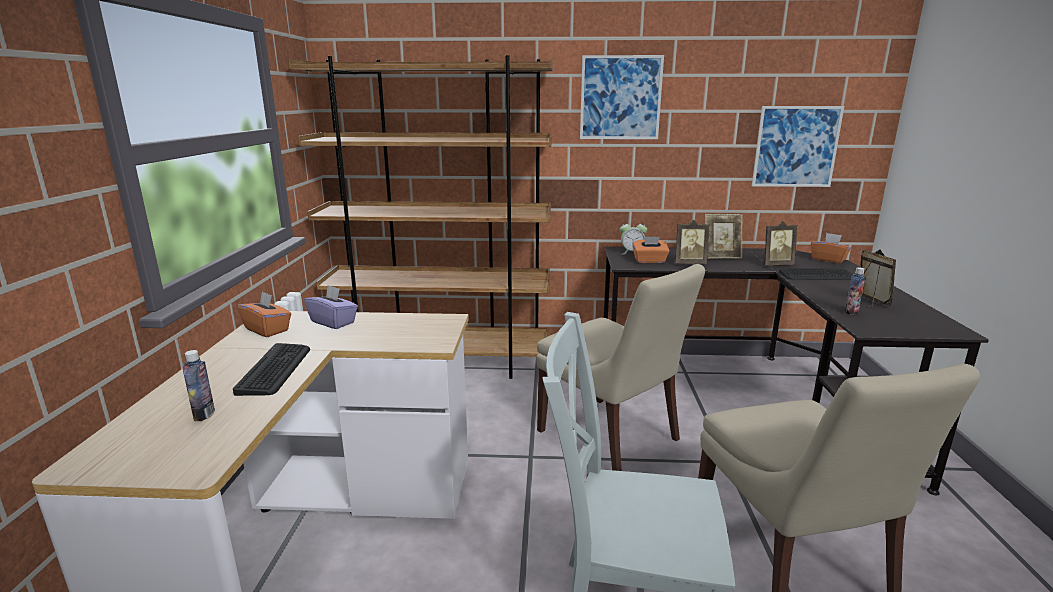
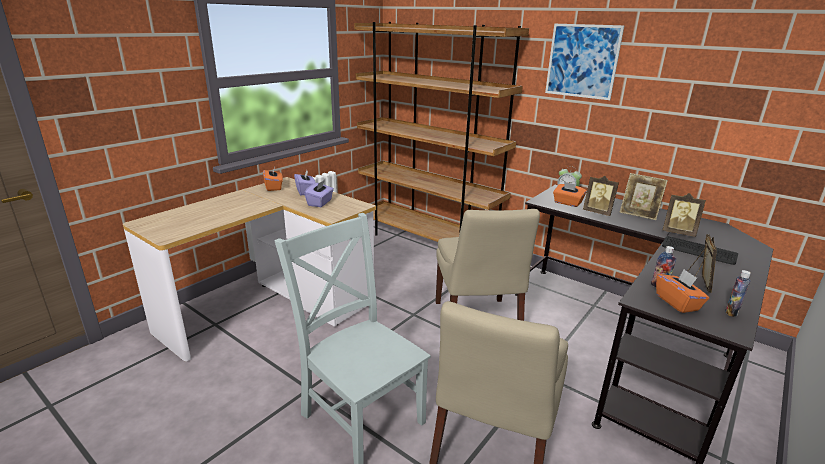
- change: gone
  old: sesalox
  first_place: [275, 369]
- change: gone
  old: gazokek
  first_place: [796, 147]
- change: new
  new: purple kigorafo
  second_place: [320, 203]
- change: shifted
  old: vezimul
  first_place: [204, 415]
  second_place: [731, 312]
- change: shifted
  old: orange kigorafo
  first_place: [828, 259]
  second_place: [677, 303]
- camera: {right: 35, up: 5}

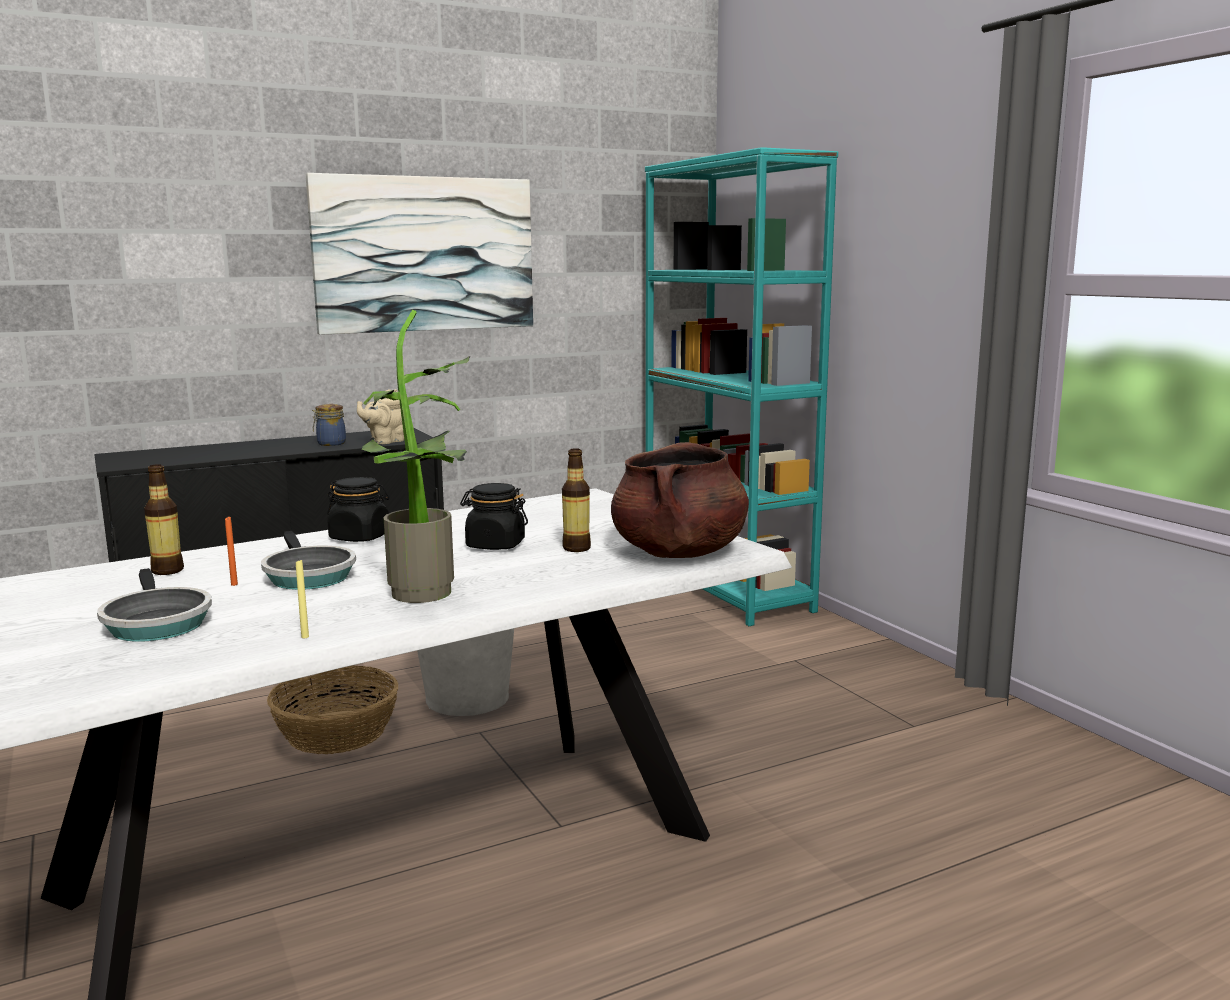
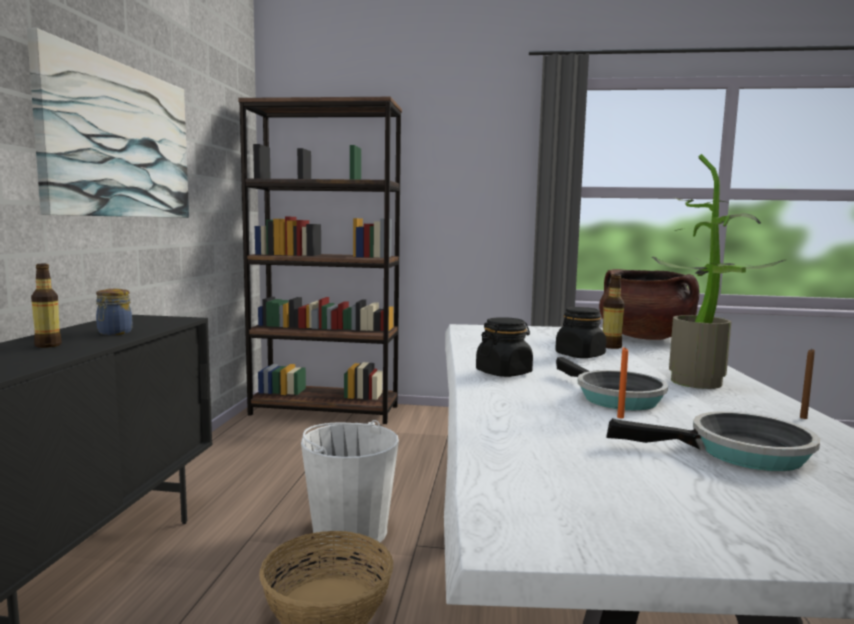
- change: gone
  old: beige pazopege
  first_place: [385, 441]
- change: shifted
  old: vezimul
  first_place: [167, 571]
  second_place: [48, 345]
- change: repainted
  old: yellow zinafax
  new: brown zinafax
  first_place: [305, 637]
  second_place: [803, 418]
- change: repainted
  old: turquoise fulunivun
  new: brown fulunivun
  first_place: [726, 590]
  second_place: [325, 410]
- change: rotated
  old: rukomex
  first_place: [307, 575]
  second_place: [613, 397]
  degrees: 60
- camera: {right: -55, up: -5}

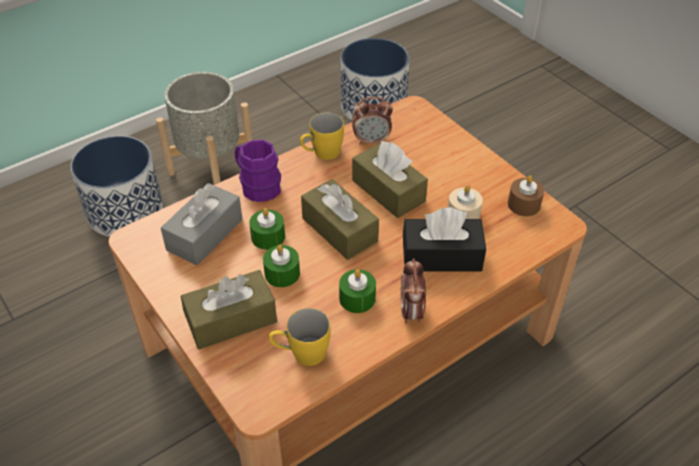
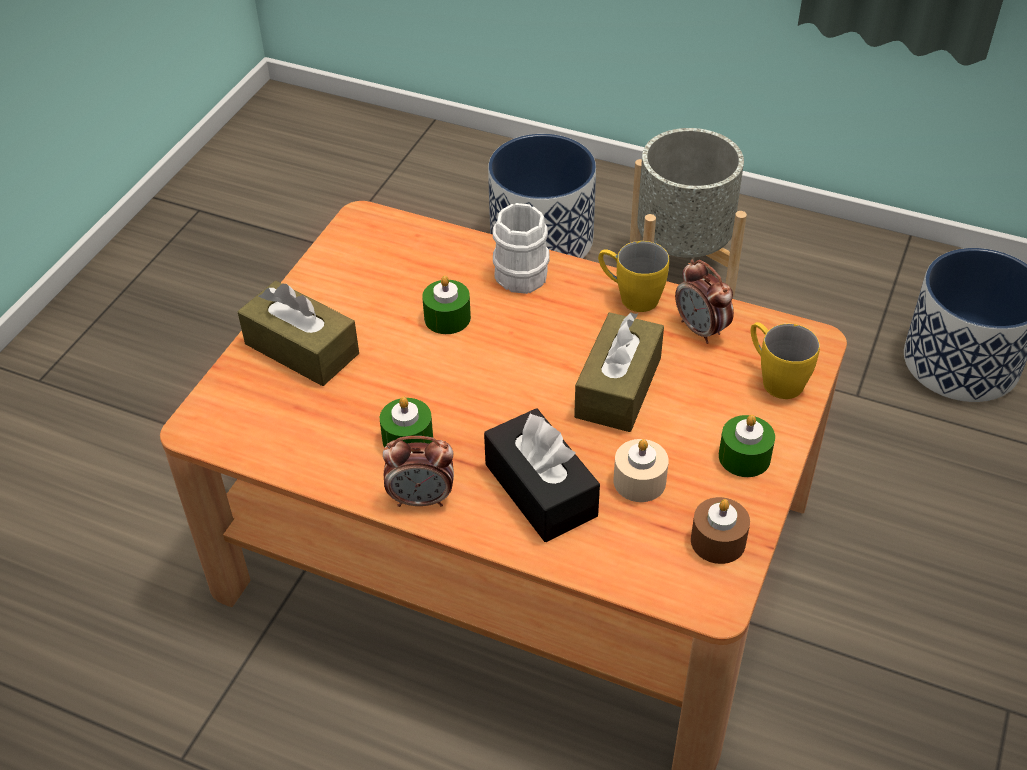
- change: gone
  old: grey kigorafo
  first_place: [205, 234]
- change: gone
  old: brown kigorafo
  first_place: [339, 230]
- change: shifted
  old: green zinafax
  first_place: [282, 273]
  second_place: [744, 457]
- change: shifted
  old: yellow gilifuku
  first_place: [301, 354]
  second_place: [774, 378]
- change: repainted
  old: purple gilifuku
  new: white gilifuku
  first_place: [257, 186]
  second_place: [522, 269]
- change: rotated
  old: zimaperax
  first_place: [411, 312]
  second_place: [421, 499]
  degrees: -150
- camera: {right: 60, up: 0}

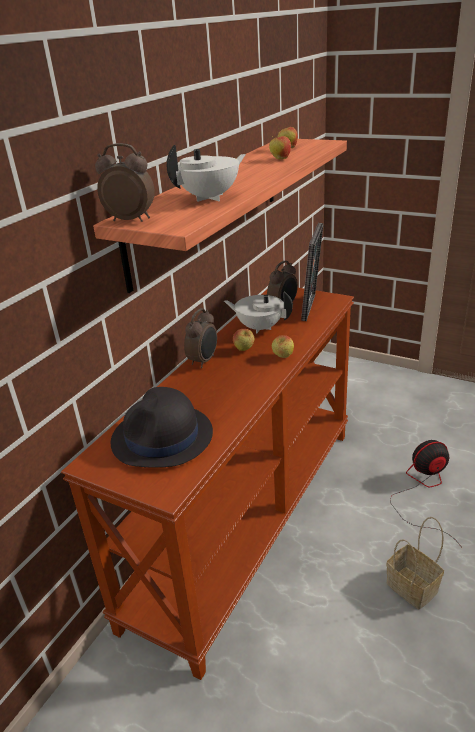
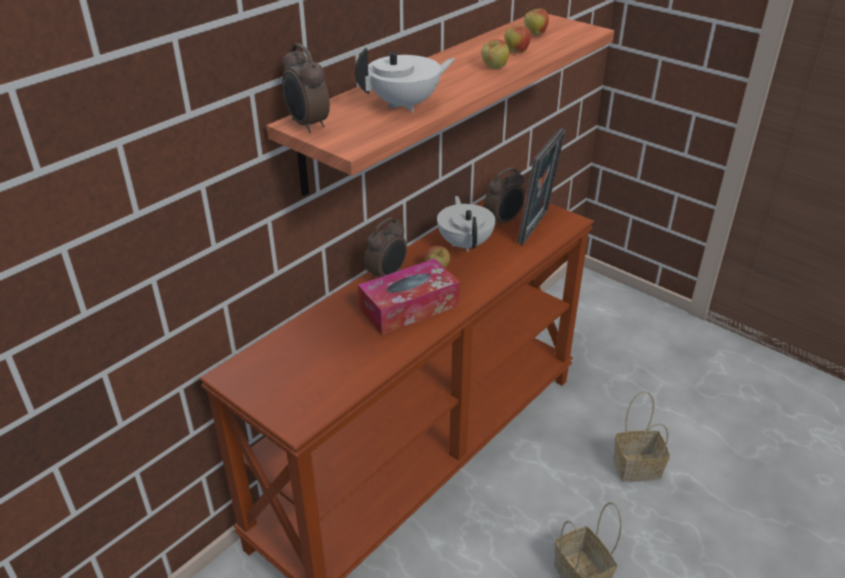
- change: gone
  old: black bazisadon
  first_place: [162, 438]
- change: new
  new: kigorafo
  second_place: [409, 307]
- change: shifted
  old: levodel
  first_place: [283, 357]
  second_place: [494, 68]
- change: swapped
  old: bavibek
  new: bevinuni
  first_place: [424, 490]
  second_place: [638, 466]
- change: rotated
  old: zimaperax
  first_place: [131, 220]
  second_place: [307, 125]
  degrees: -150
- change: rotated
  old: white pazopege
  first_place: [259, 327]
  second_place: [465, 243]
  degrees: 45
- camera: {right: 10, up: 5}

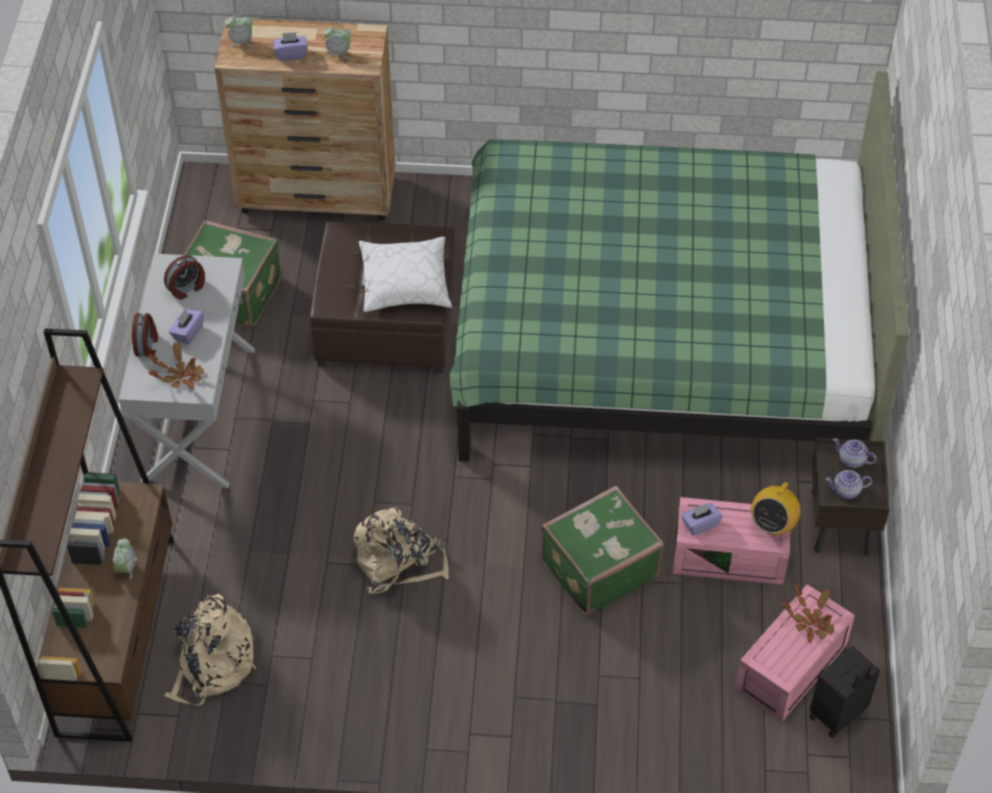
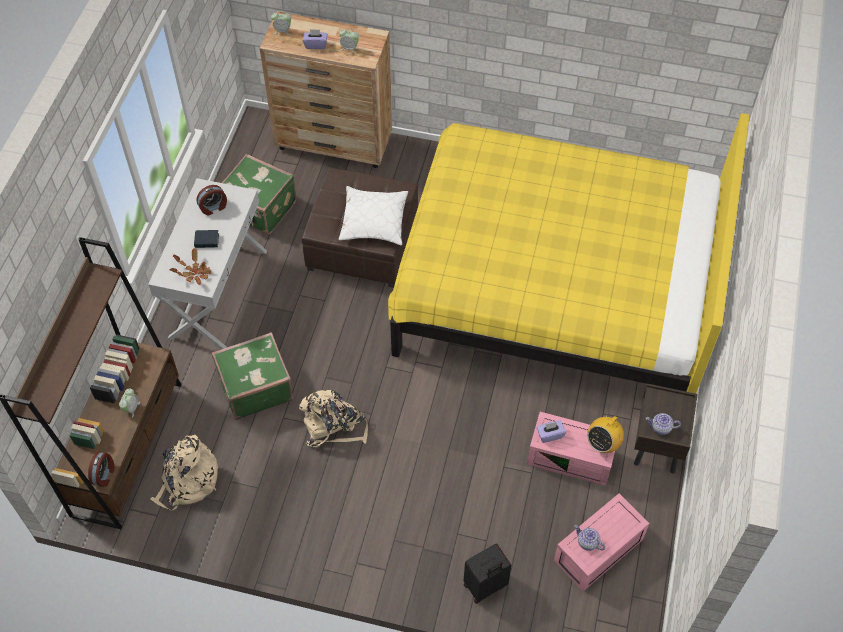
- change: gone
  old: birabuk
  first_place: [810, 622]
- change: shifted
  old: zimaperax
  first_place: [147, 346]
  second_place: [104, 475]
- change: shifted
  old: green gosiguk
  first_place: [597, 568]
  second_place: [254, 387]
- change: shifted
  old: black gosiguk
  first_place: [838, 715]
  second_place: [485, 586]
- change: shifted
  old: pazopege
  first_place: [851, 460]
  second_place: [587, 542]
- change: swapped
  old: purple kigorafo
  new: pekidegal
  first_place: [188, 332]
  second_place: [207, 241]
- change: repainted
  old: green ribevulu
  new: yellow ribevulu
  first_place: [663, 337]
  second_place: [557, 283]
- camera: {right: 10, up: 5}

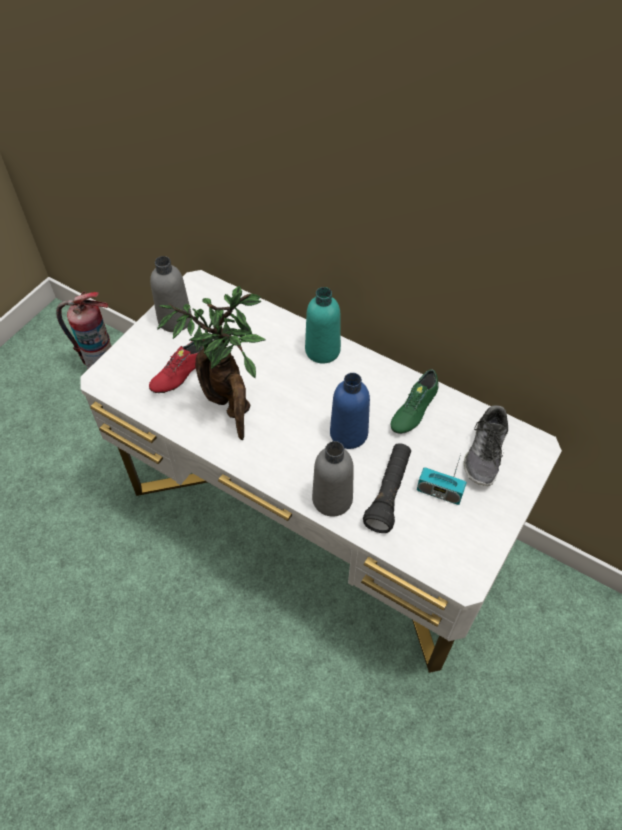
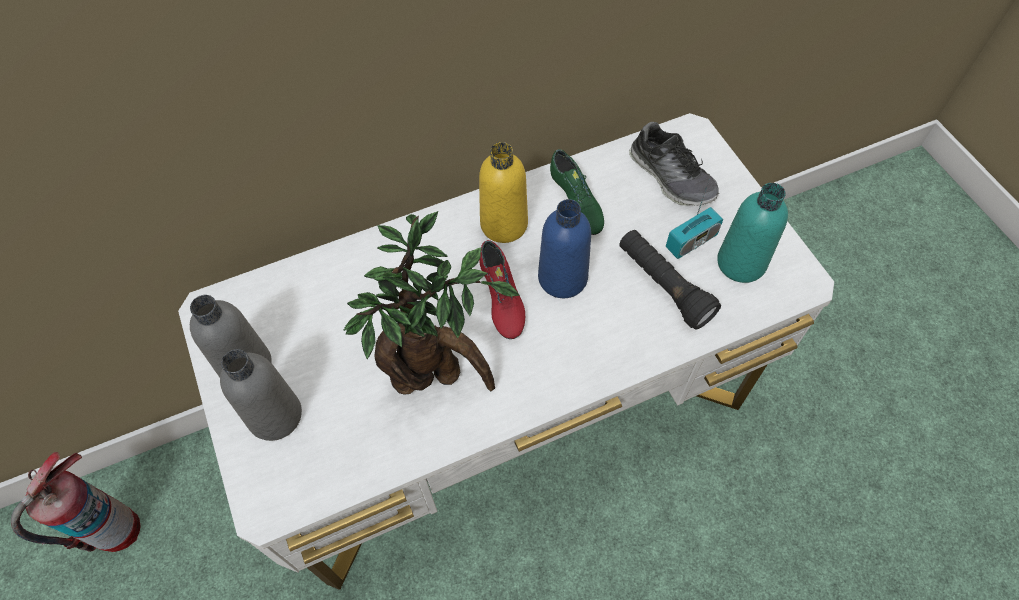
- change: new
  new: yellow vezimul
  second_place: [504, 224]
- change: shifted
  old: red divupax
  first_place: [181, 373]
  second_place: [501, 298]
- change: shifted
  old: turquoise vezimul
  first_place: [322, 350]
  second_place: [741, 263]
- change: shifted
  old: grey vezimul
  first_place: [332, 499]
  second_place: [275, 415]
- camera: {right: -55, up: 5}

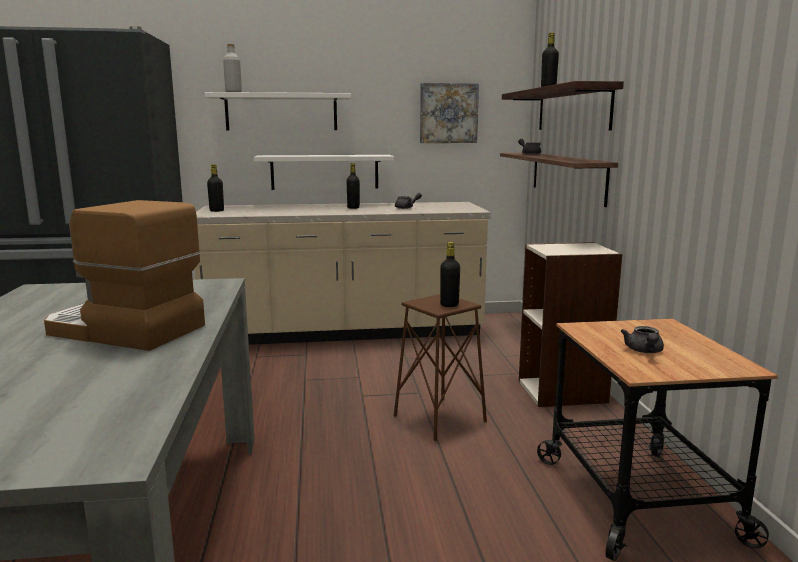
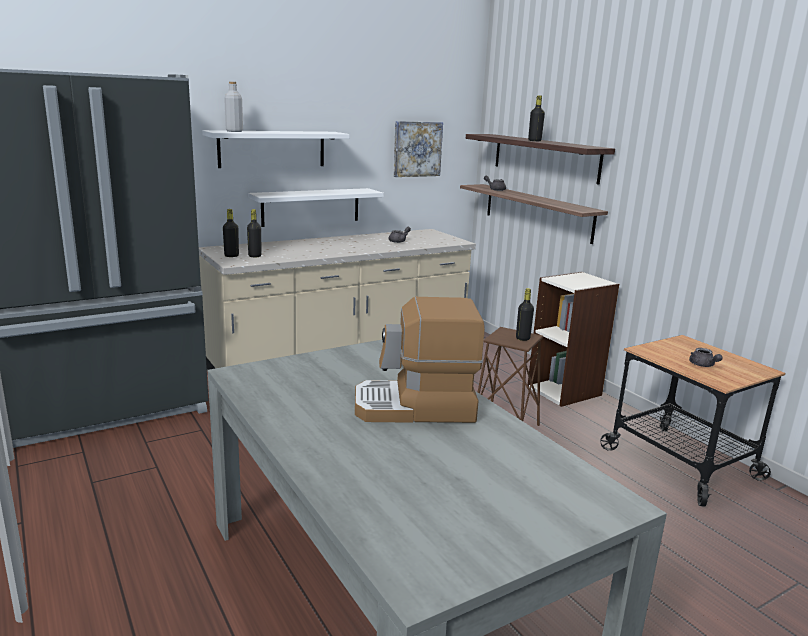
- change: shifted
  old: black vezimul
  first_place: [353, 208]
  second_place: [255, 256]
- camera: {right: -25, up: 5}

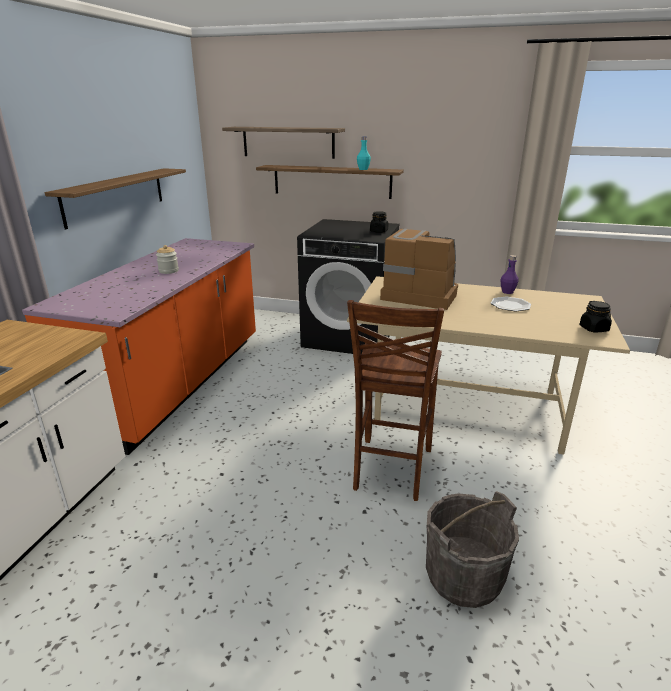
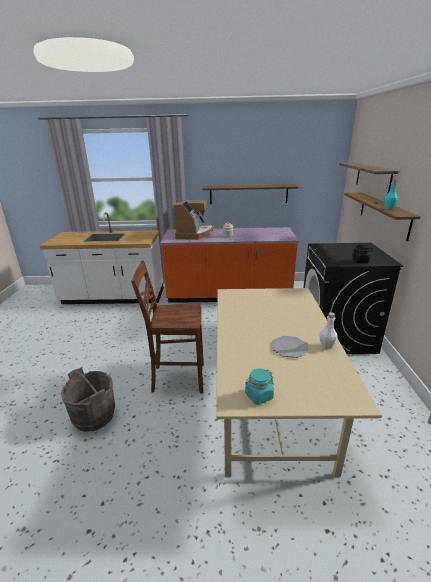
- change: shifted
  old: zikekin
  first_place: [419, 294]
  second_place: [194, 234]
- change: repainted
  old: purple vezimul
  new: white vezimul
  first_place: [507, 292]
  second_place: [326, 346]
- change: repainted
  old: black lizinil
  new: turquoise lizinil
  first_place: [594, 329]
  second_place: [259, 396]
- camera: {right: 75, up: 0}

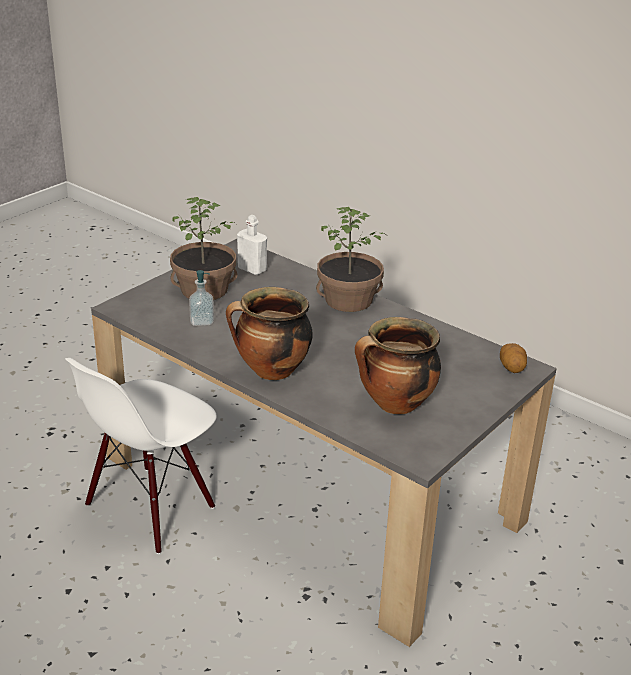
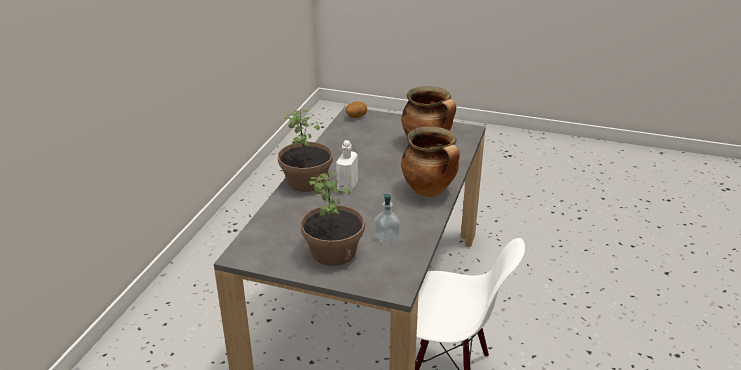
- change: shifted
  old: white vezimul
  first_place: [252, 269]
  second_place: [347, 186]
- camera: {right: -110, up: 0}

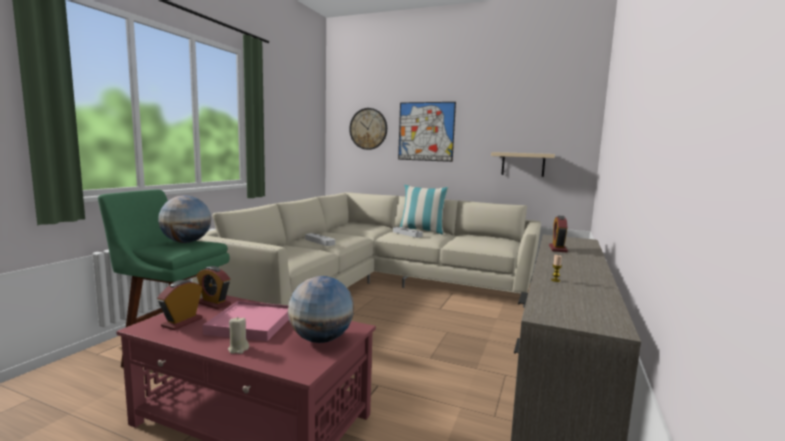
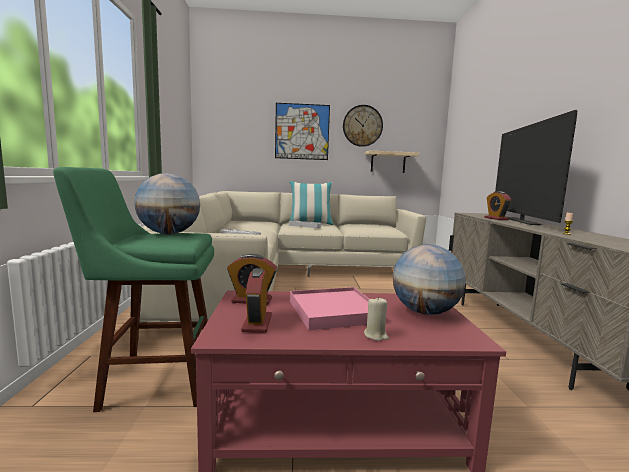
- change: new
  new: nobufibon
  second_place: [520, 221]
- change: shifted
  old: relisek
  first_place: [368, 129]
  second_place: [362, 126]
- camera: {right: -25, up: 0}

